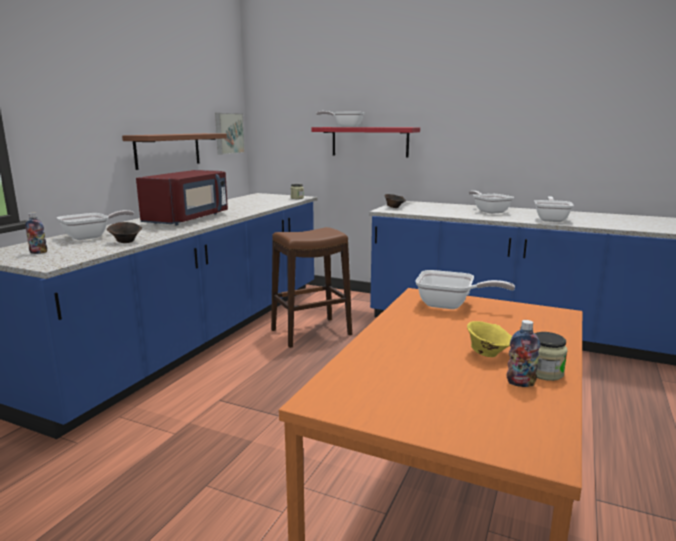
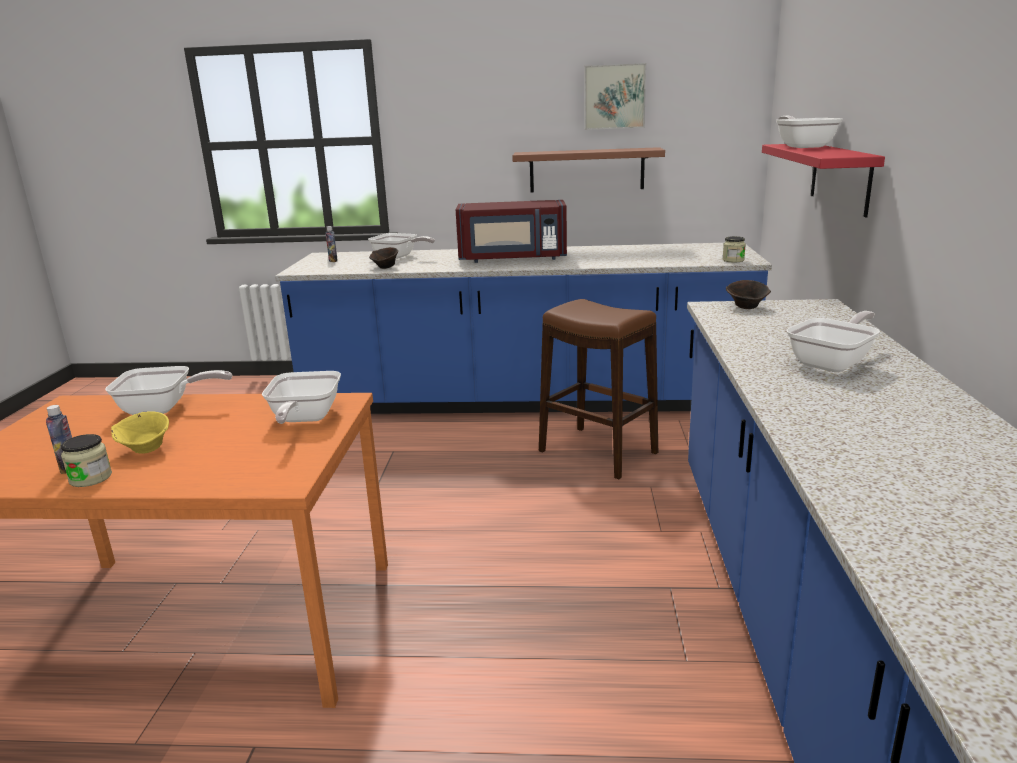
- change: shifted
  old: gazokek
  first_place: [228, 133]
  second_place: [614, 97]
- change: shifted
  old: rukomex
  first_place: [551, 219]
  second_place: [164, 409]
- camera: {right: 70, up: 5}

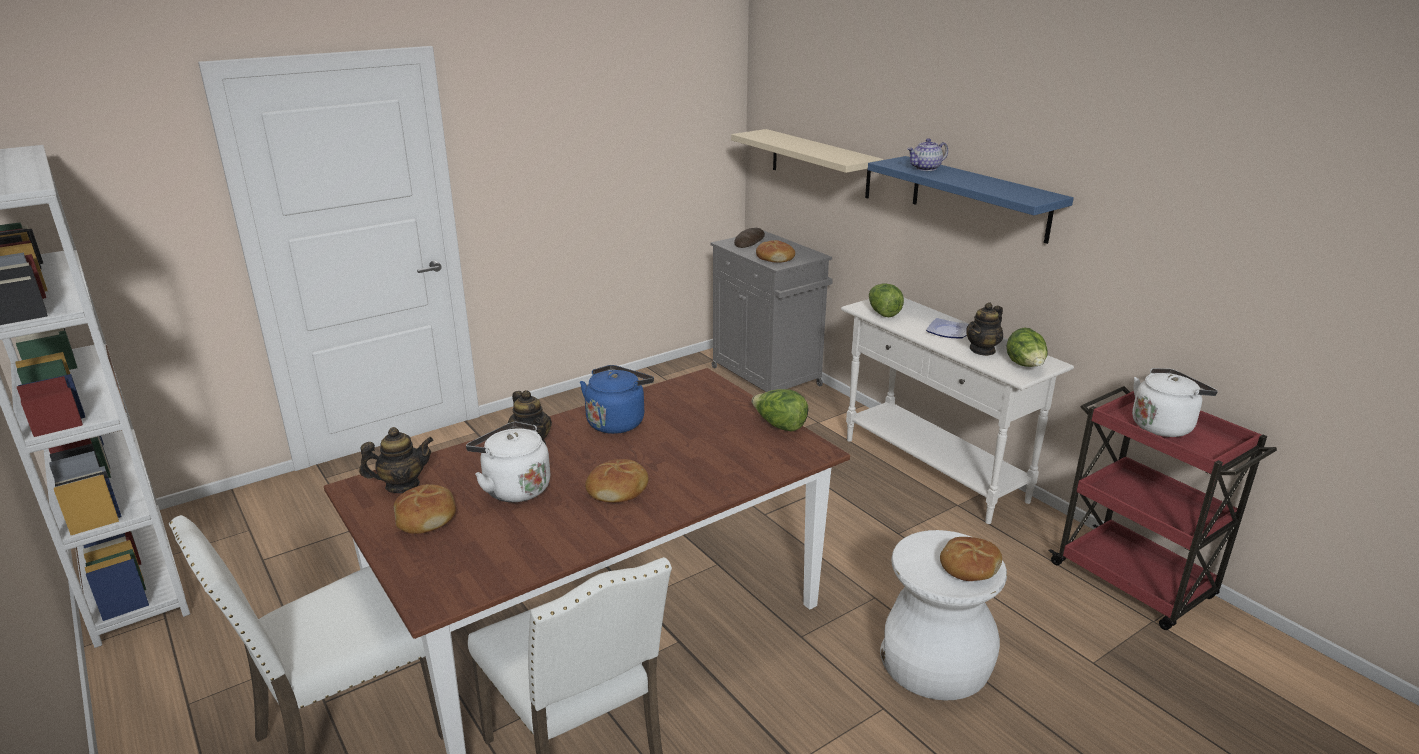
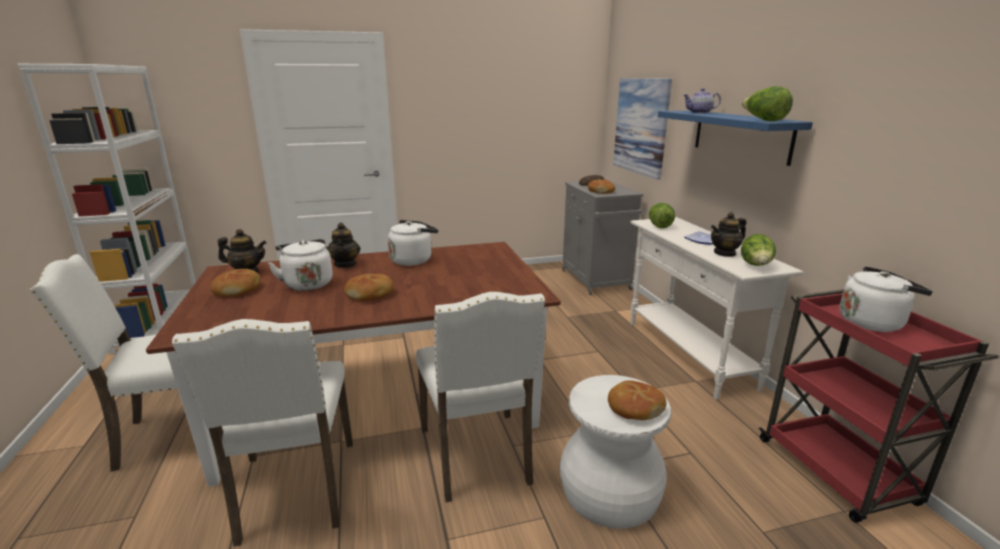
- change: new
  new: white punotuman
  second_place: [477, 456]
- change: shifted
  old: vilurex
  first_place: [779, 426]
  second_place: [764, 120]
- change: swapped
  old: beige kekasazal
  new: gazokek
  first_place: [819, 163]
  second_place: [641, 126]
- change: repainted
  old: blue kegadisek
  new: white kegadisek
  first_place: [617, 421]
  second_place: [413, 260]
- camera: {right: 20, up: -5}

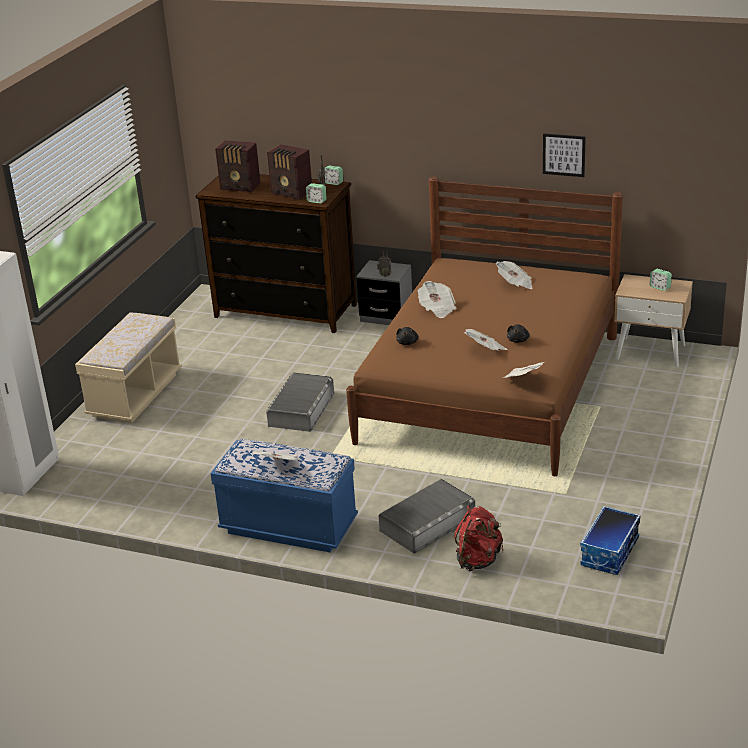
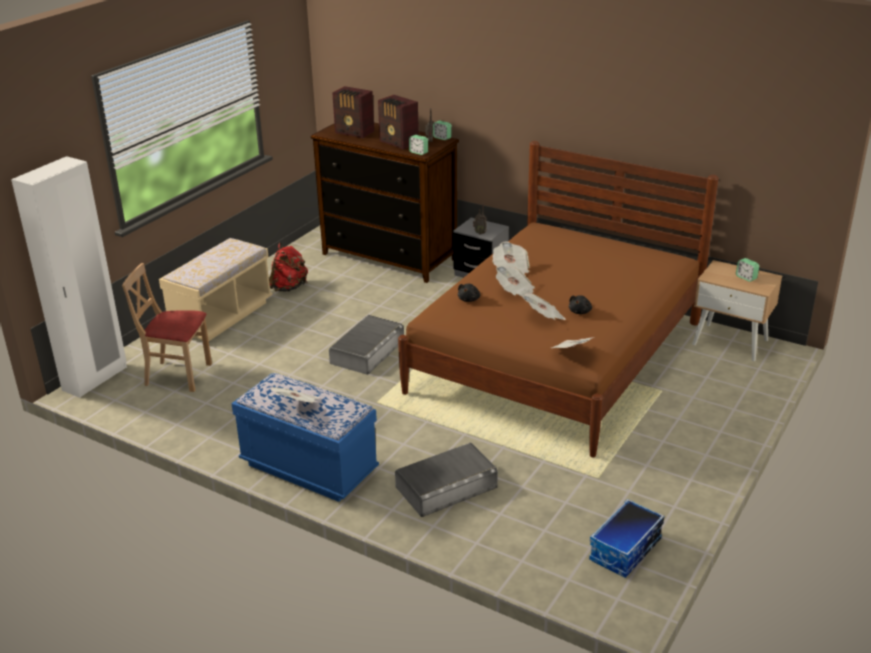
- change: gone
  old: gazokek
  first_place: [564, 155]
- change: new
  new: beige punotuman
  second_place: [178, 375]
- change: shifted
  old: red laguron
  first_place: [478, 560]
  second_place: [289, 288]
- change: shifted
  old: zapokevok
  first_place: [515, 284]
  second_place: [515, 292]
- camera: {right: 10, up: 0}

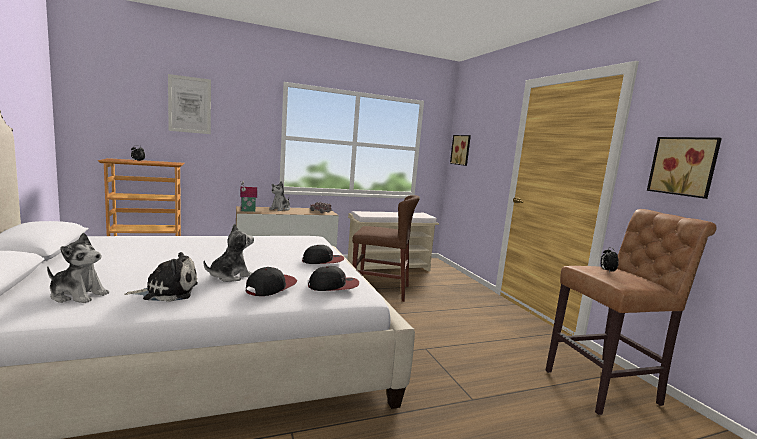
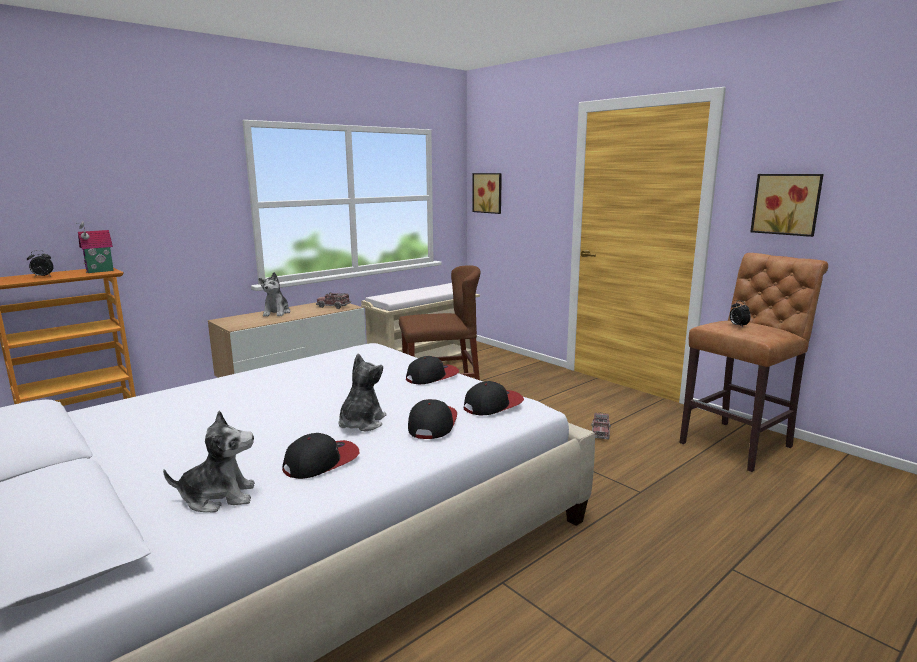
- change: gone
  old: gazokek
  first_place: [190, 105]
- change: new
  new: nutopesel
  second_place: [600, 432]
- change: shifted
  old: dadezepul
  first_place: [248, 211]
  second_place: [100, 271]
- change: swapped
  old: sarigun
  new: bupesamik
  first_place: [167, 292]
  second_place: [321, 462]
- camera: {right: -20, up: 5}

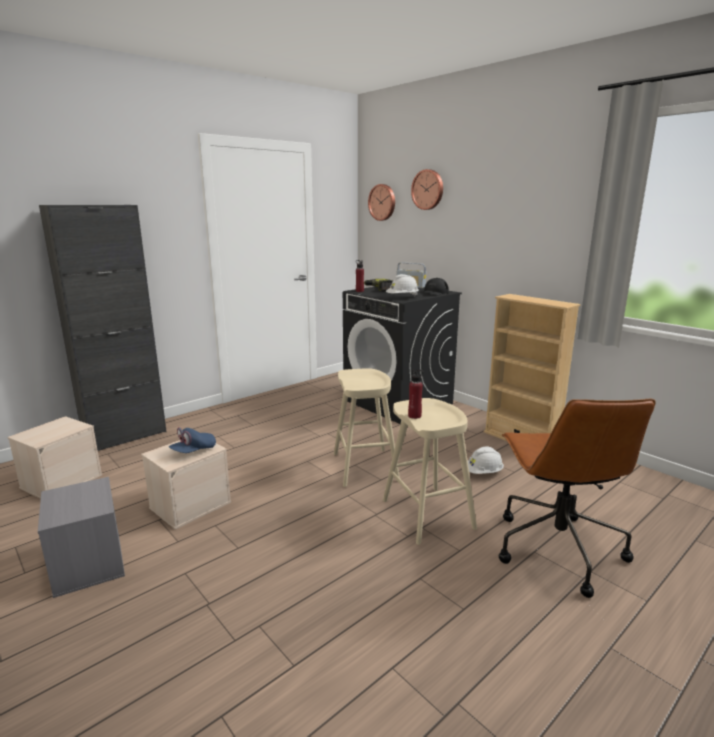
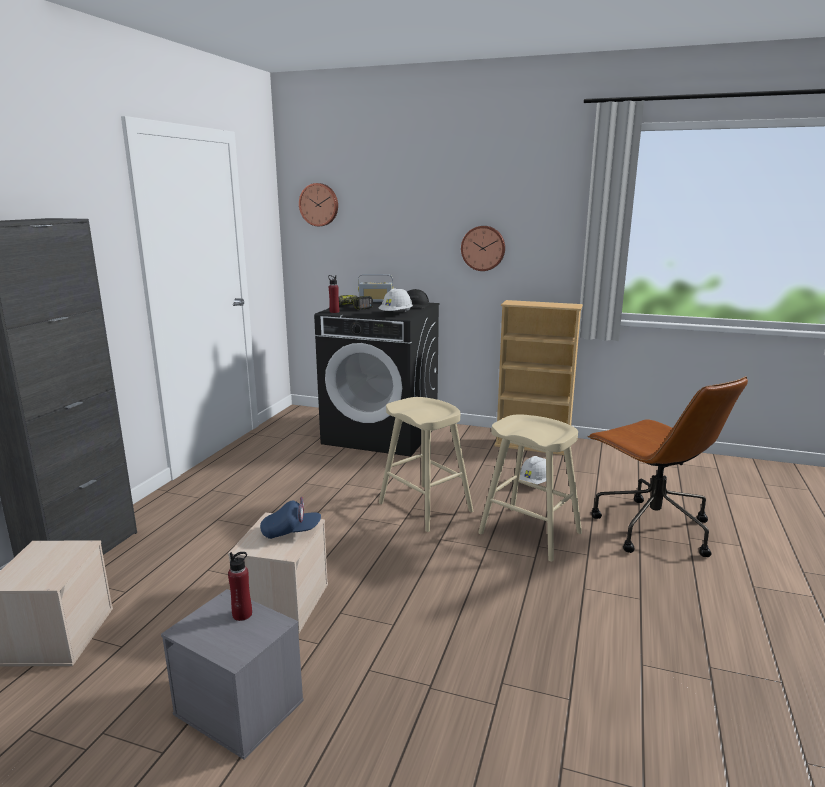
- change: shifted
  old: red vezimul
  first_place: [414, 416]
  second_place: [242, 614]
- change: shifted
  old: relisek
  first_place: [428, 189]
  second_place: [483, 248]
- change: rotated
  old: blue bupesamik
  first_place: [193, 451]
  second_place: [291, 532]
  degrees: -105
- camera: {right: -30, up: 0}

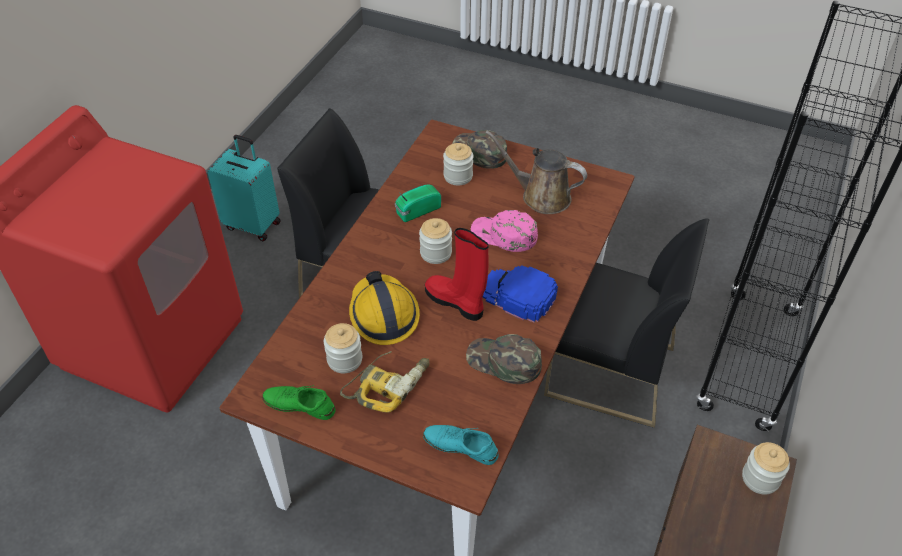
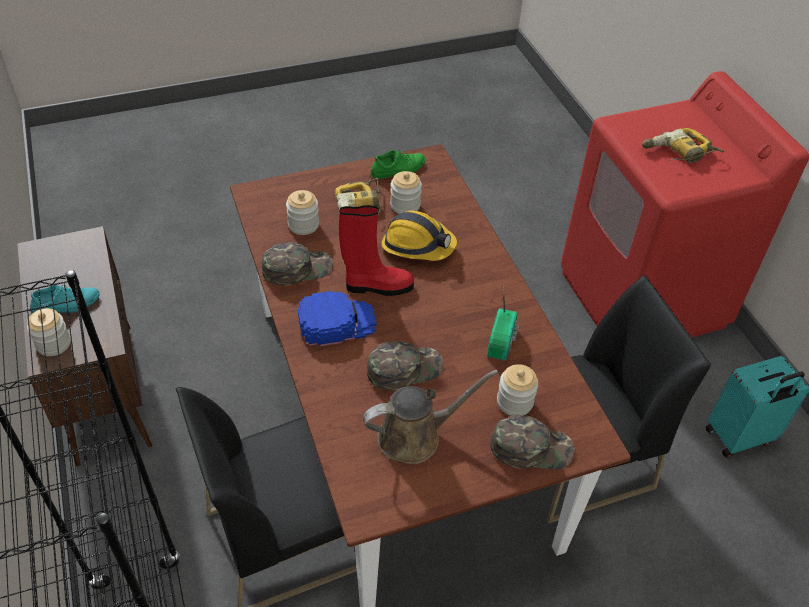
- change: new
  new: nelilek
  second_place: [679, 153]
- change: shifted
  old: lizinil
  first_place: [436, 253]
  second_place: [303, 225]
- change: shifted
  old: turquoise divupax
  first_place: [460, 446]
  second_place: [66, 304]
- change: repainted
  old: pink bupesamik
  new: green bupesamik
  first_place: [503, 235]
  second_place: [404, 368]
- camera: {right: 135, up: 0}

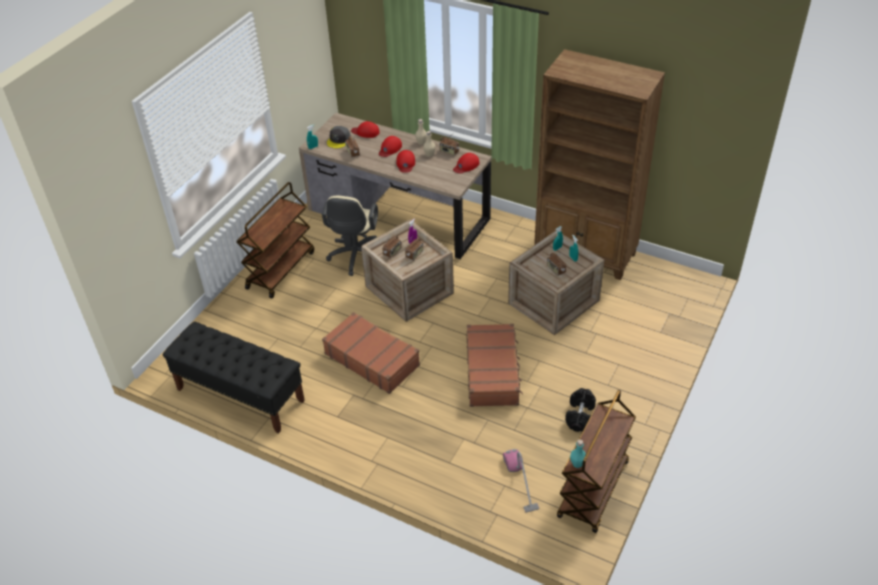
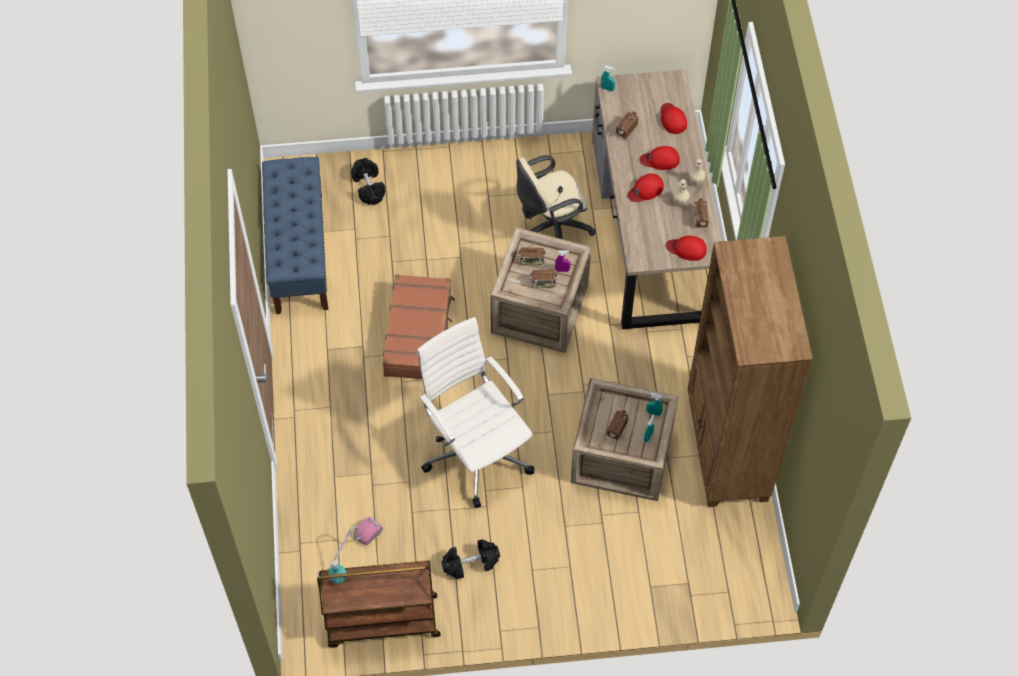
- change: gone
  old: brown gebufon
  first_place: [280, 269]
- change: gone
  old: grey bupesamik
  first_place: [339, 140]
- change: new
  new: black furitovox
  second_place: [369, 187]
- change: swapped
  old: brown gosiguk
  new: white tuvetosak
  first_place: [493, 371]
  second_place: [476, 452]
- change: repainted
  old: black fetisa
  new: blue fetisa
  first_place: [240, 395]
  second_place: [299, 253]
- camera: {right: 55, up: 15}

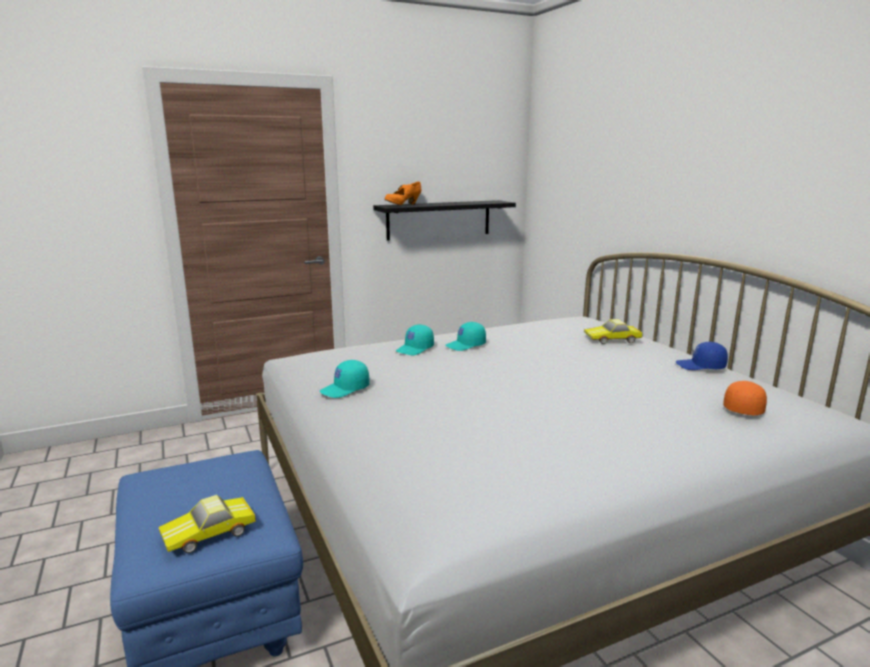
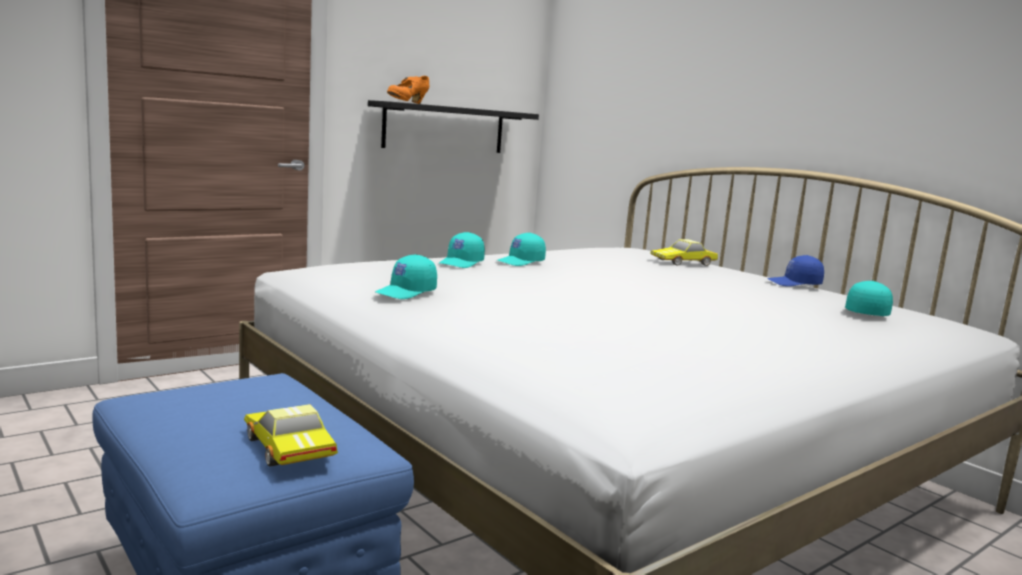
- change: repainted
  old: orange bupesamik
  new: turquoise bupesamik
  first_place: [743, 408]
  second_place: [864, 313]
- change: rotated
  old: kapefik
  first_place: [210, 533]
  second_place: [286, 448]
  degrees: 105
- camera: {right: -15, up: -5}

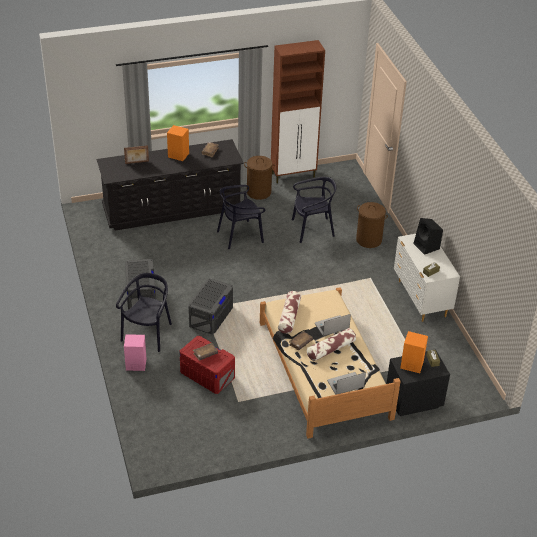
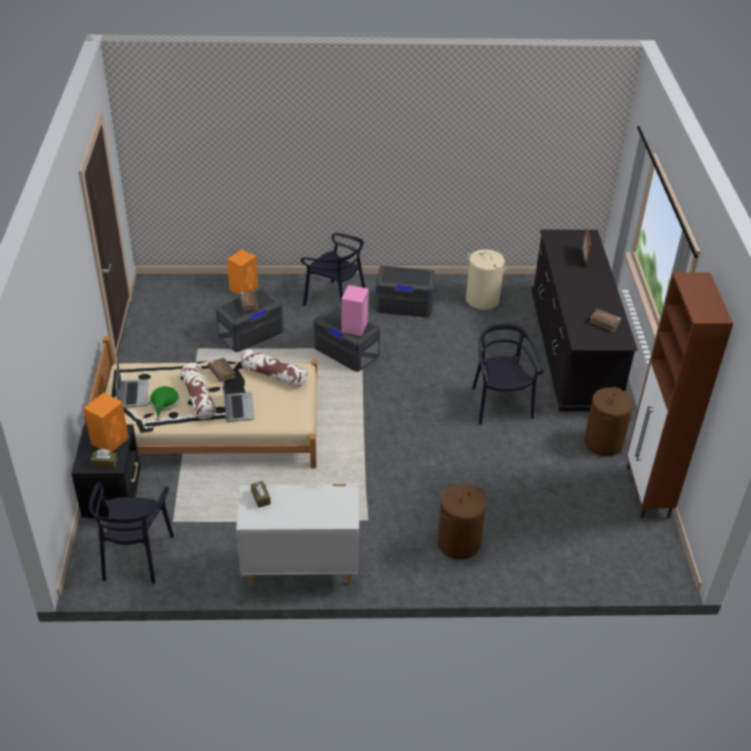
- change: gone
  old: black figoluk
  first_place: [427, 246]
- change: new
  new: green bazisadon
  second_place: [164, 404]
- change: new
  new: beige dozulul
  second_place: [482, 300]
- change: shifted
  old: pink figoluk
  first_place: [135, 364]
  second_place: [354, 326]
- change: shifted
  old: orange figoluk
  first_place: [178, 155]
  second_place: [244, 288]
- change: shifted
  old: black punotuman
  first_place: [312, 229]
  second_place: [136, 556]
- change: repainted
  old: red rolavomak
  new: grey rolavomak
  first_place: [207, 374]
  second_place: [251, 333]
- camera: {right: 105, up: 0}

